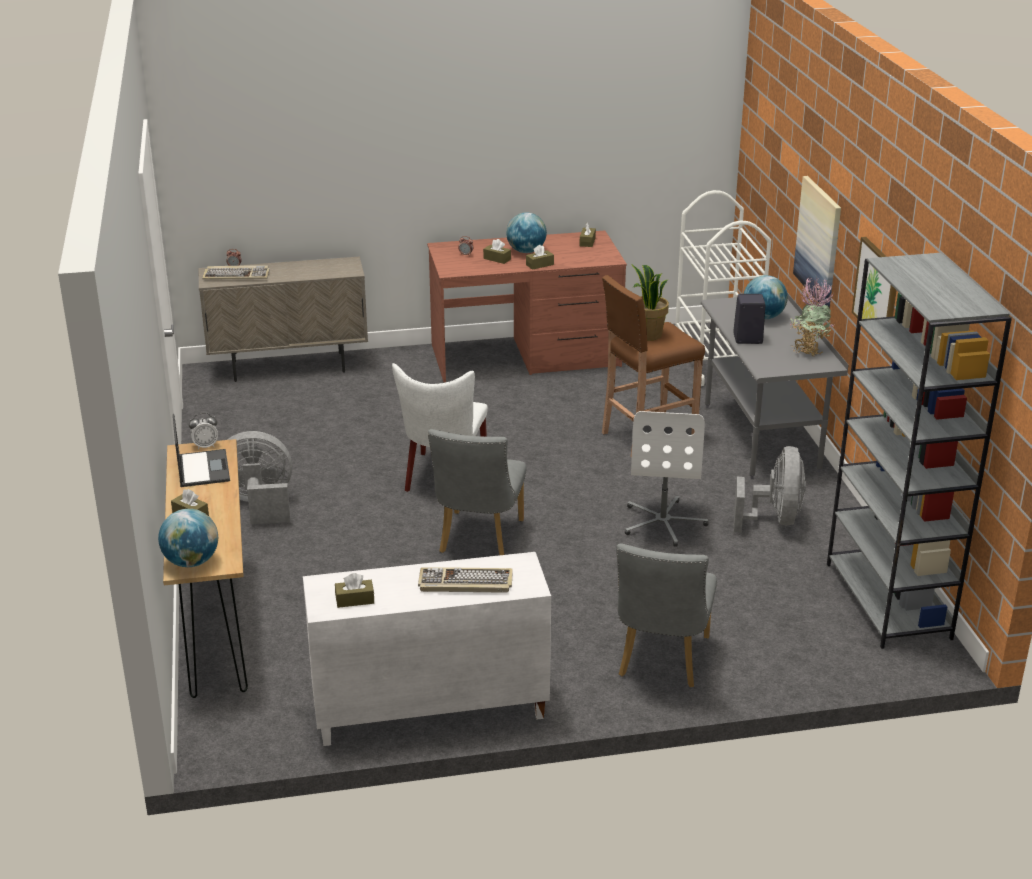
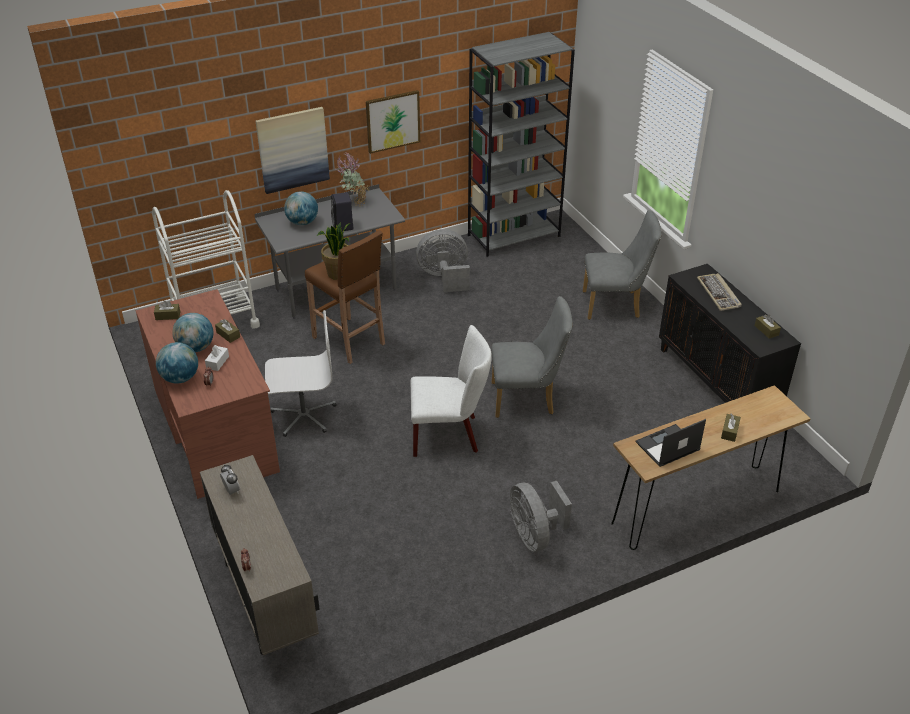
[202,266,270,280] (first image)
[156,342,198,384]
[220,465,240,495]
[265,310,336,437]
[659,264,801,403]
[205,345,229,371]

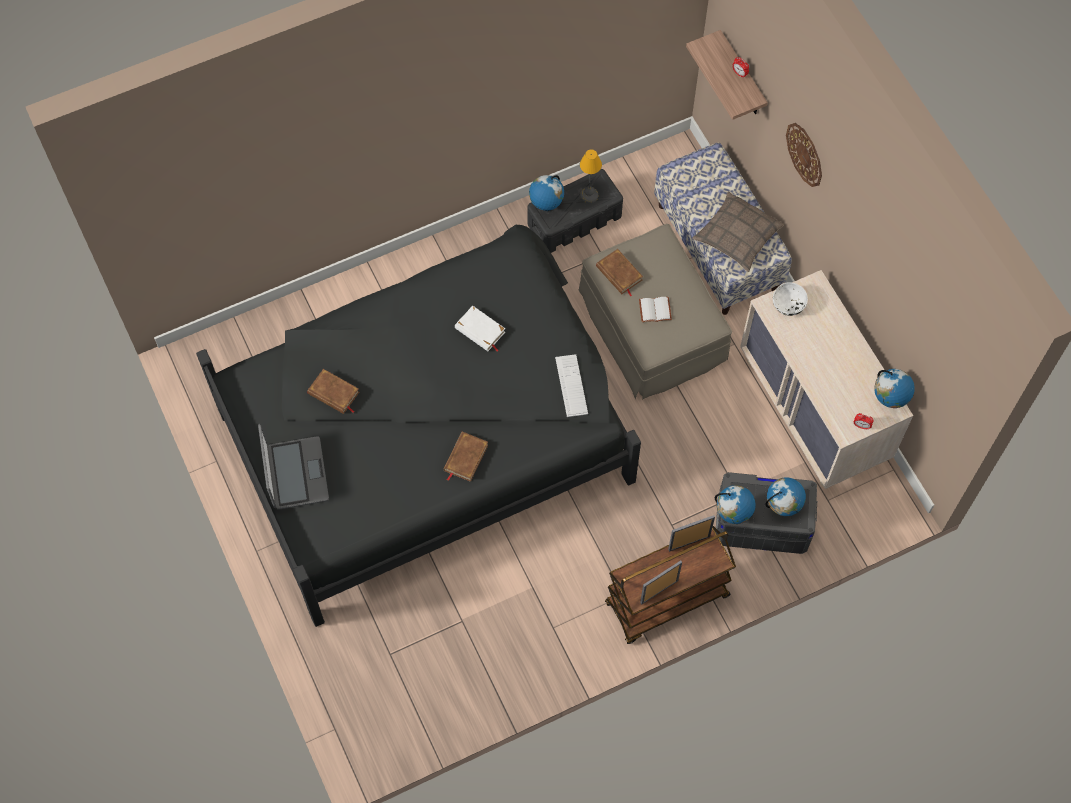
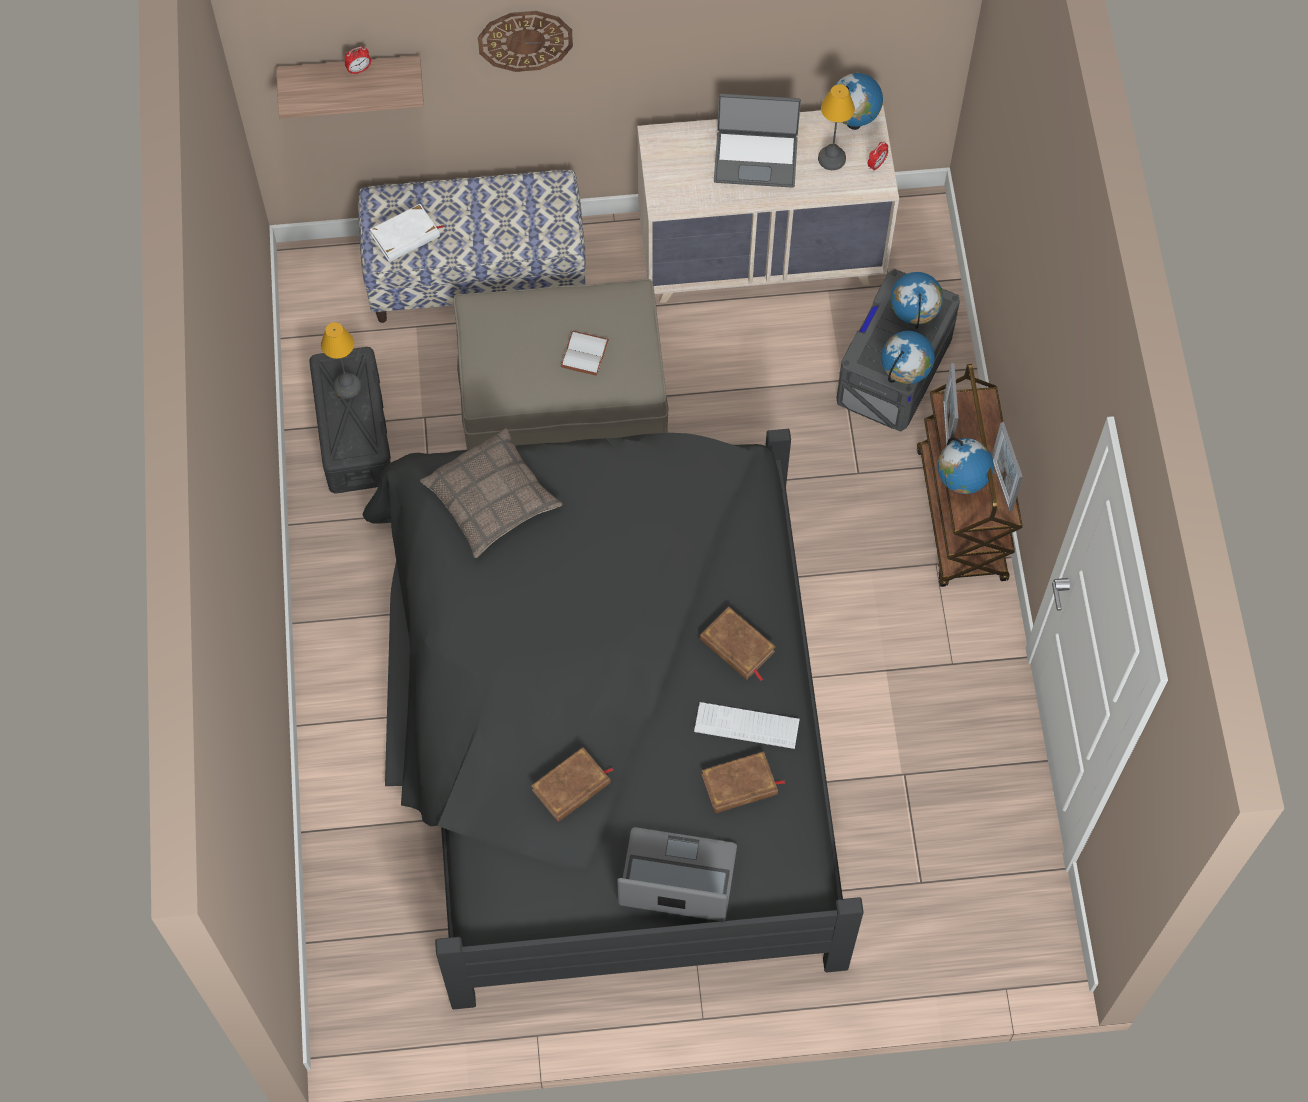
[773,282,808,316] (first image)
[714,94,801,188]
[818,84,855,170]
[370,204,445,262]
[938,437,994,494]
[694,702,800,749]
[702,752,785,813]
[420,429,562,558]

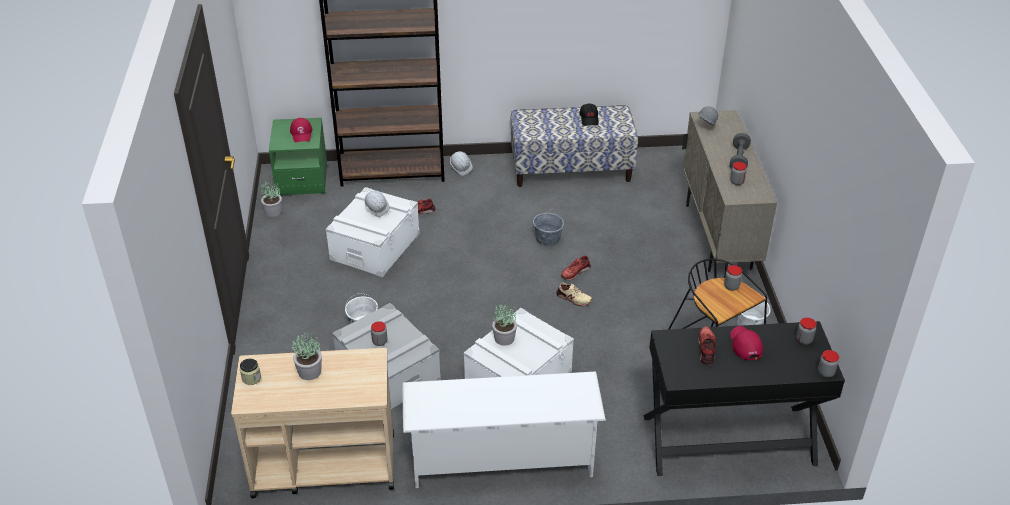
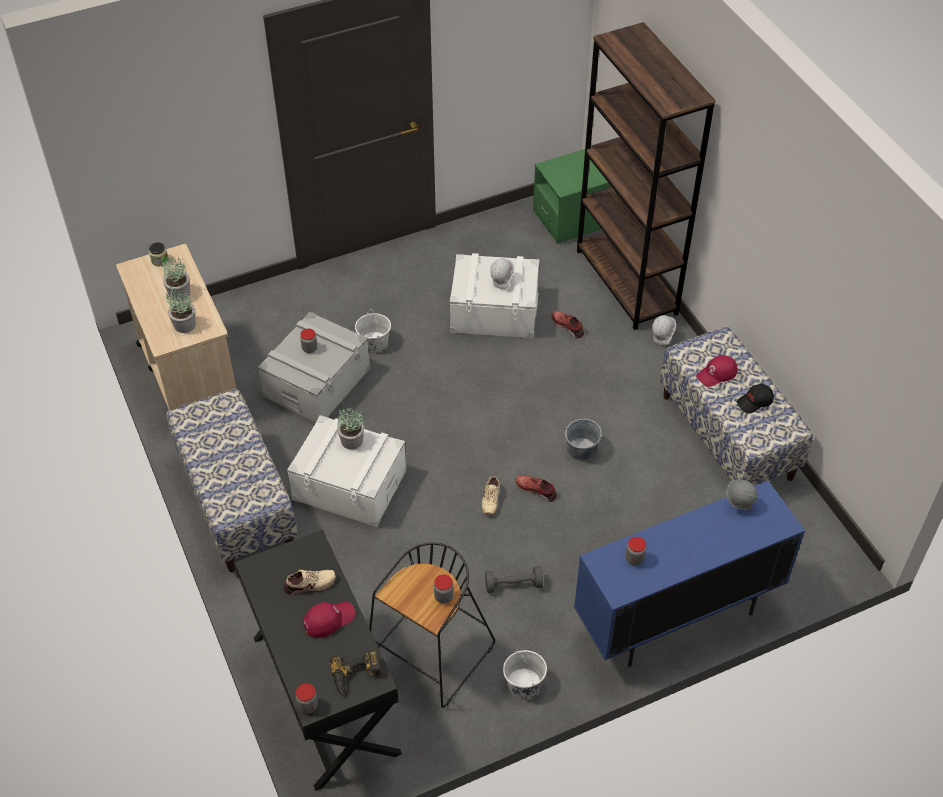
[166,287,196,333]
[696,355,738,387]
[485,566,543,593]
[167,388,298,572]
[330,651,382,695]
[574,481,805,667]
[284,570,336,595]

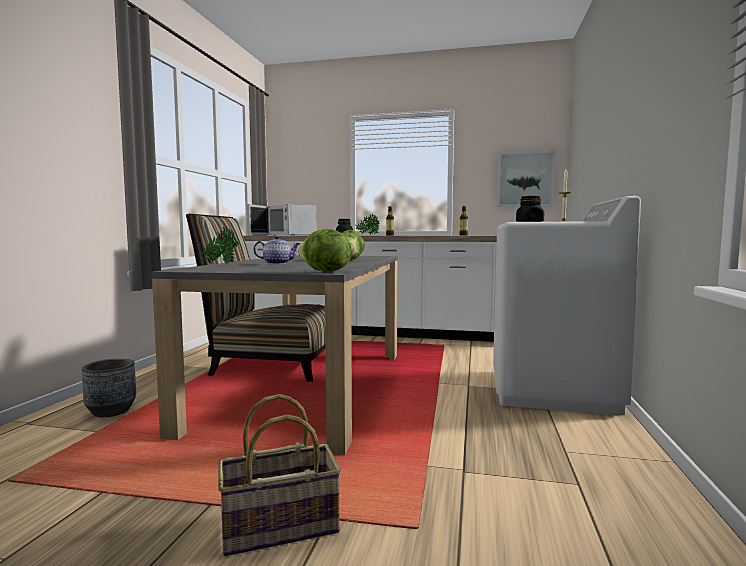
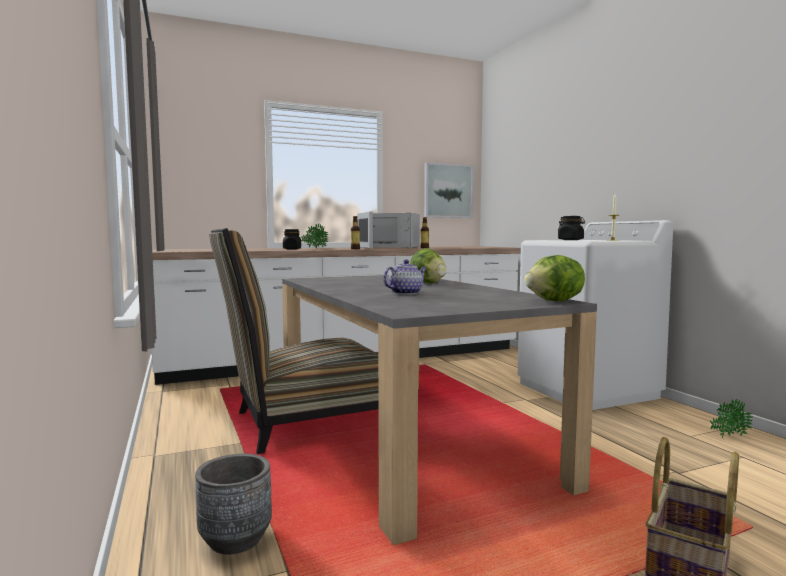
[710,399,752,438]
[357,212,420,249]

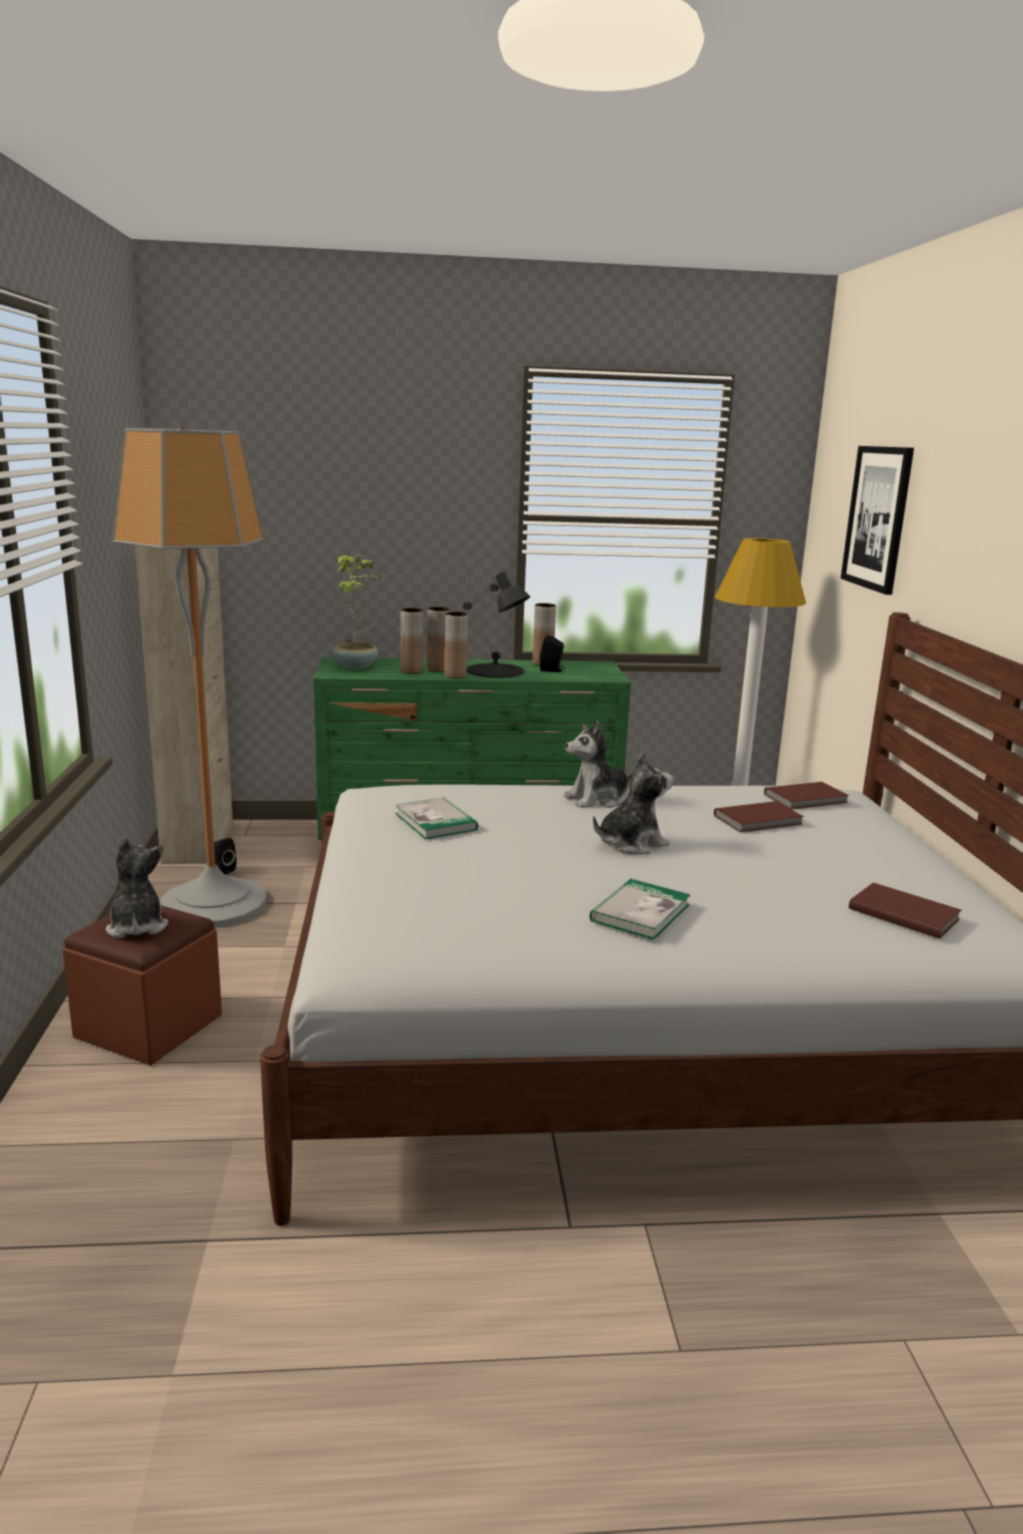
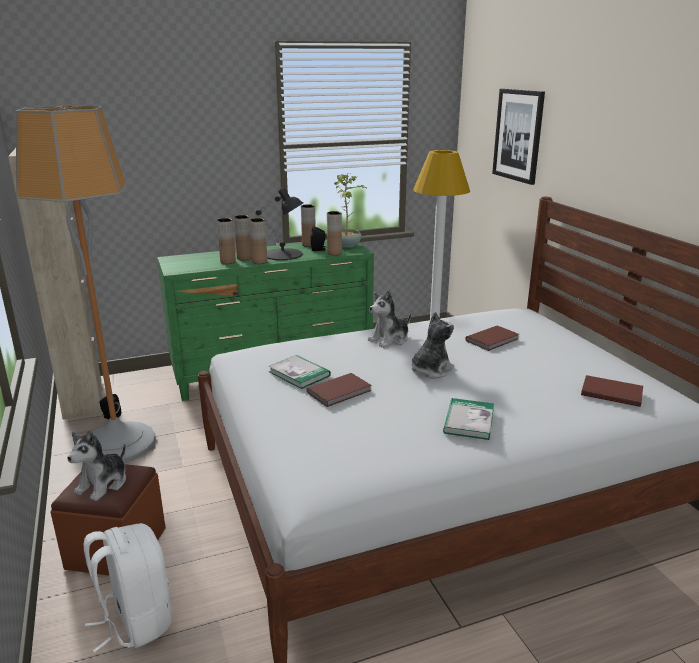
[84,523,172,653]
[327,211,342,255]
[334,173,366,248]
[307,373,372,407]
[67,430,126,501]

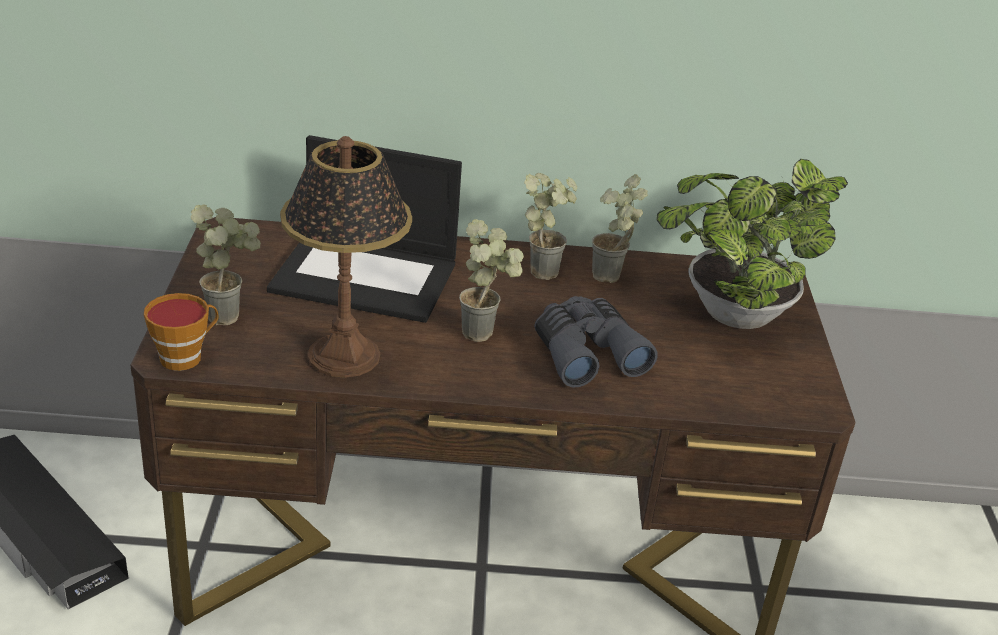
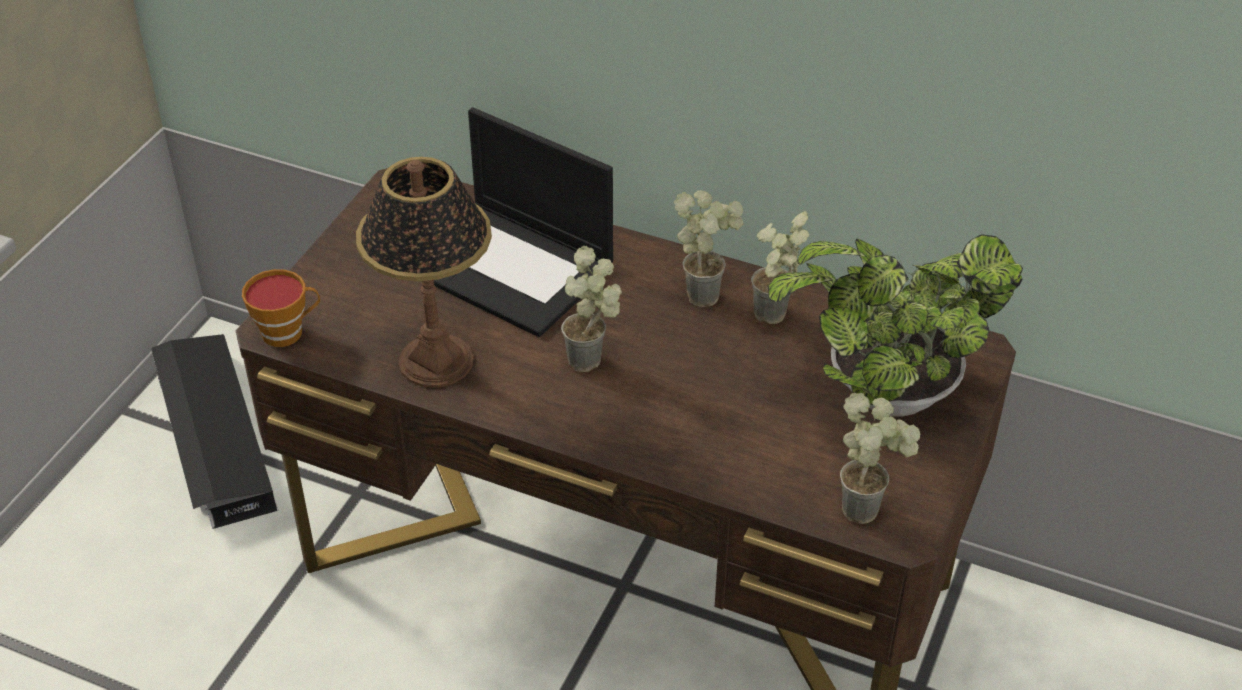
[534,296,658,388] (first image)
[840,393,920,524]

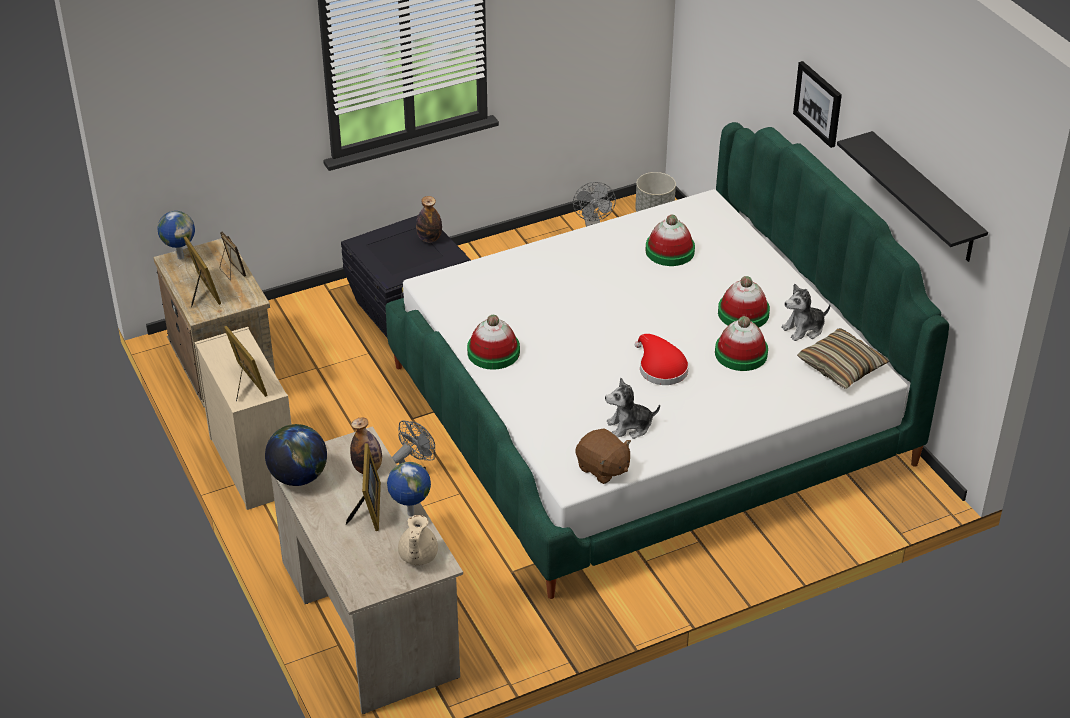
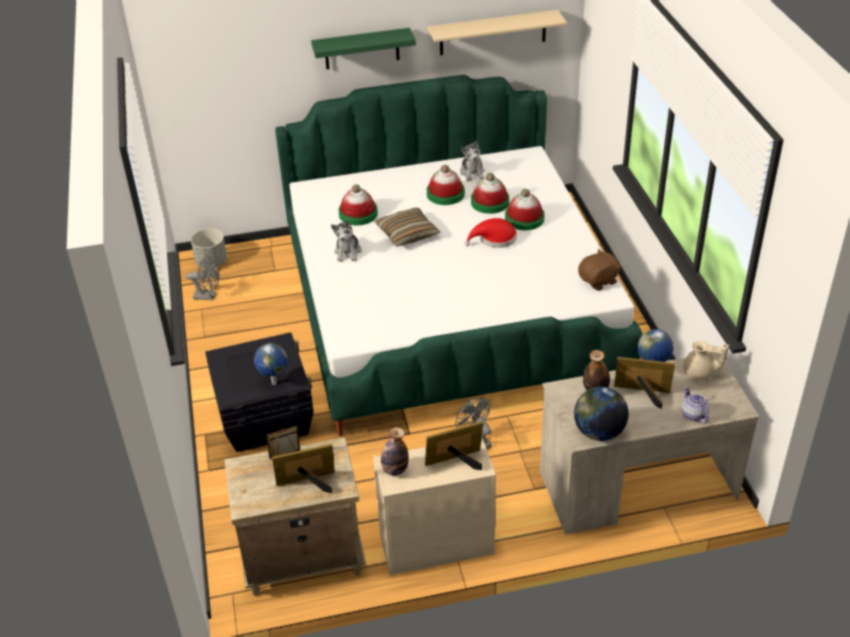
[681,386,709,424]
[254,343,287,385]
[381,427,409,476]
[505,189,545,230]
[331,220,362,261]
[375,208,440,246]
[311,28,416,69]
[428,10,567,55]

